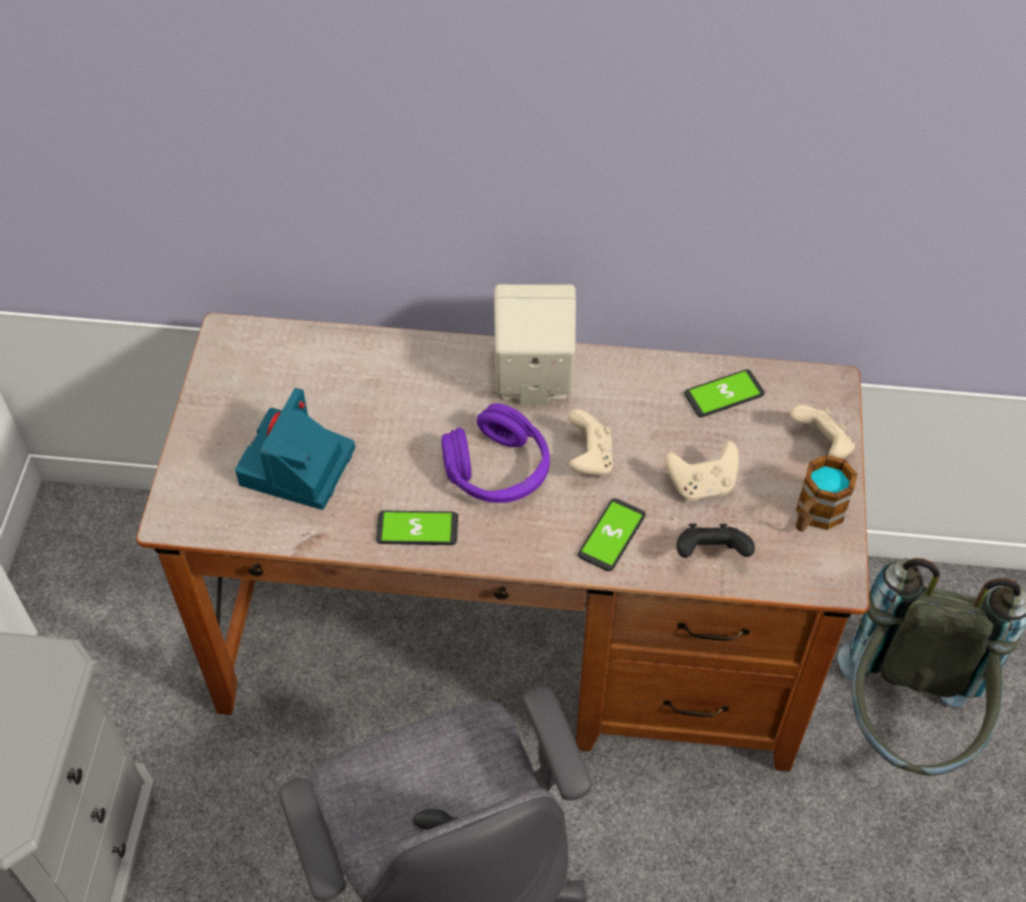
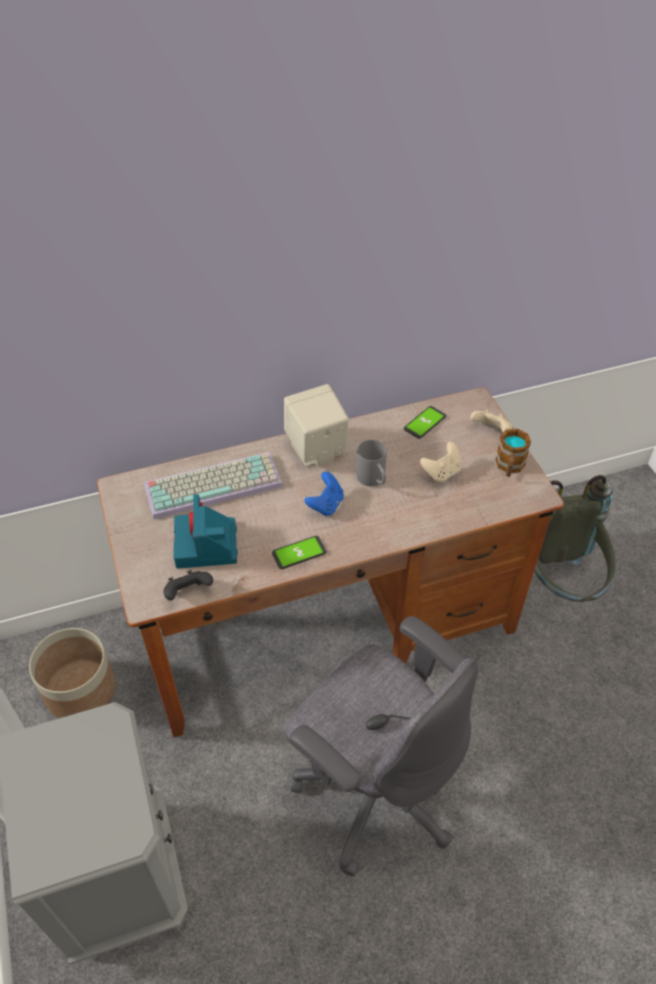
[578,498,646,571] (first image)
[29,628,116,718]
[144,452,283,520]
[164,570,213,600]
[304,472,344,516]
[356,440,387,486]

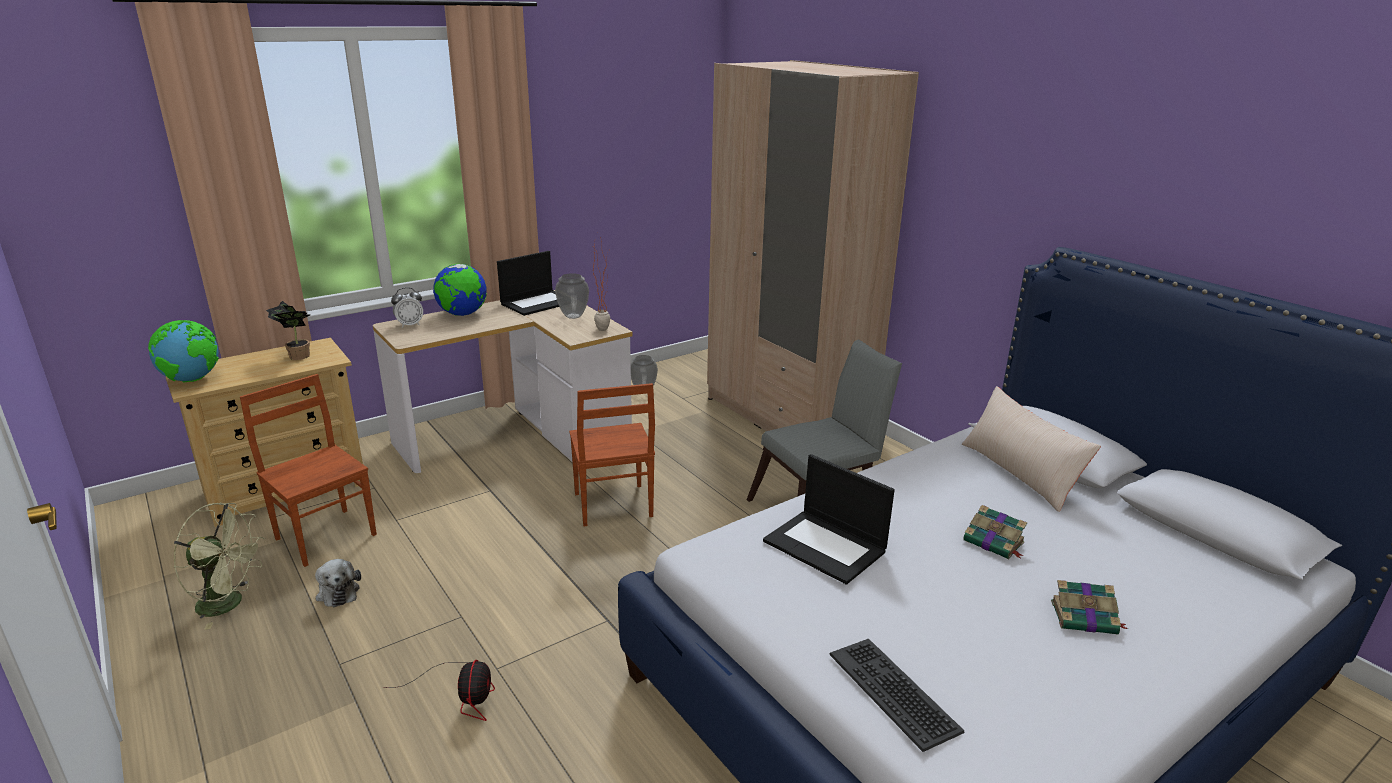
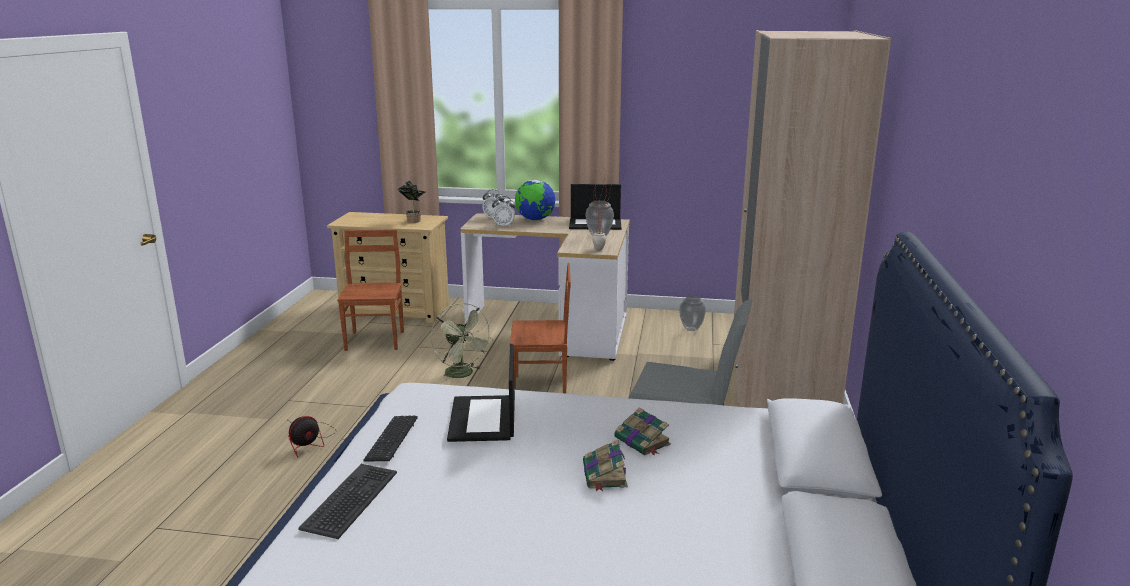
[148,320,219,383] (first image)
[315,559,361,607] (first image)
[962,386,1101,512] (first image)
[363,416,418,461]
[492,196,515,227]
[431,303,493,383]
[614,407,671,456]
[510,263,571,393]

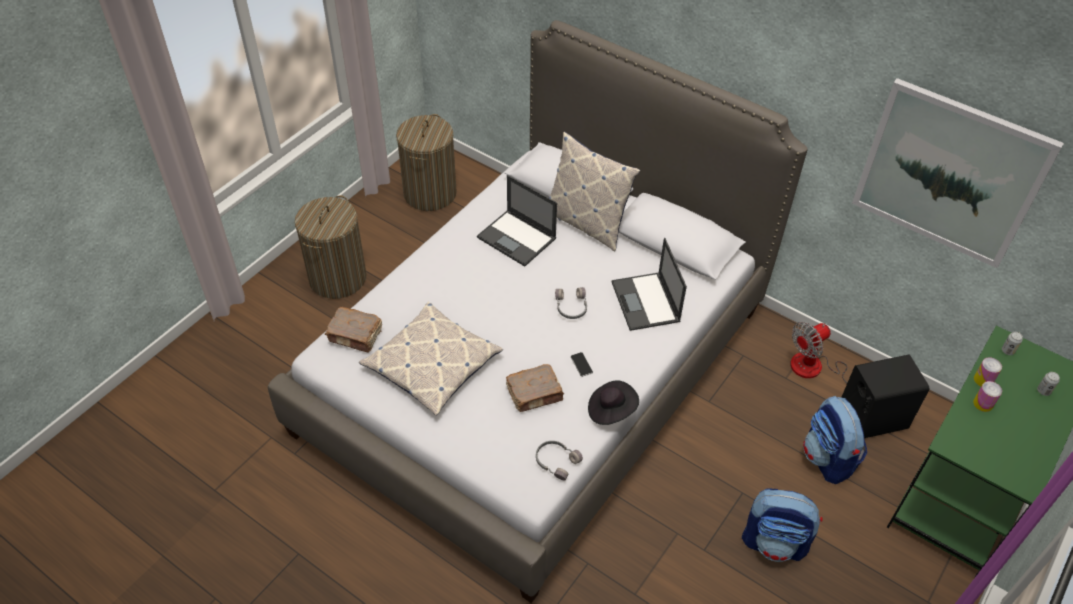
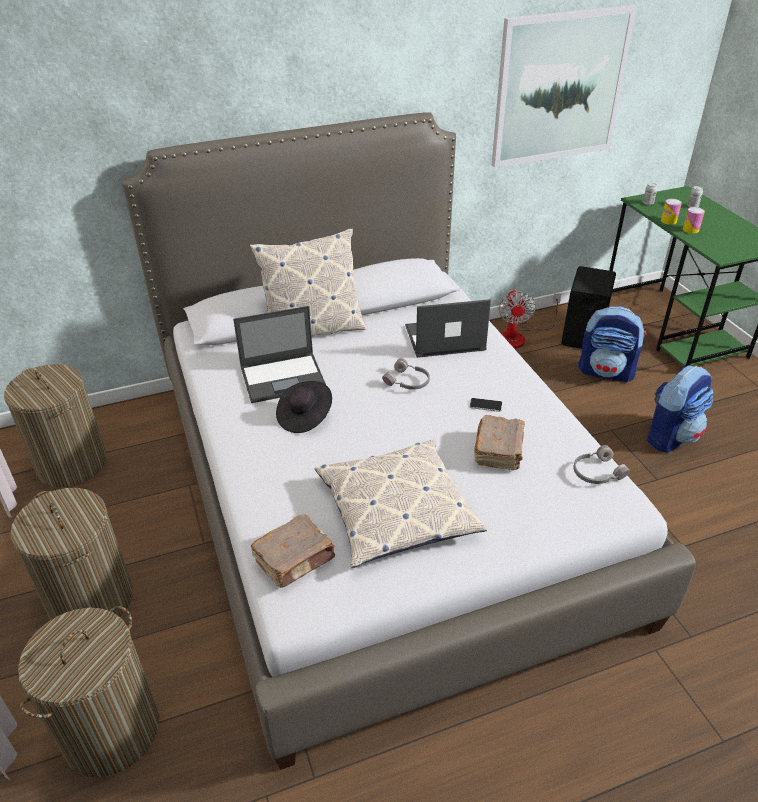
[18,606,159,778]
[276,381,332,433]
[405,299,491,358]

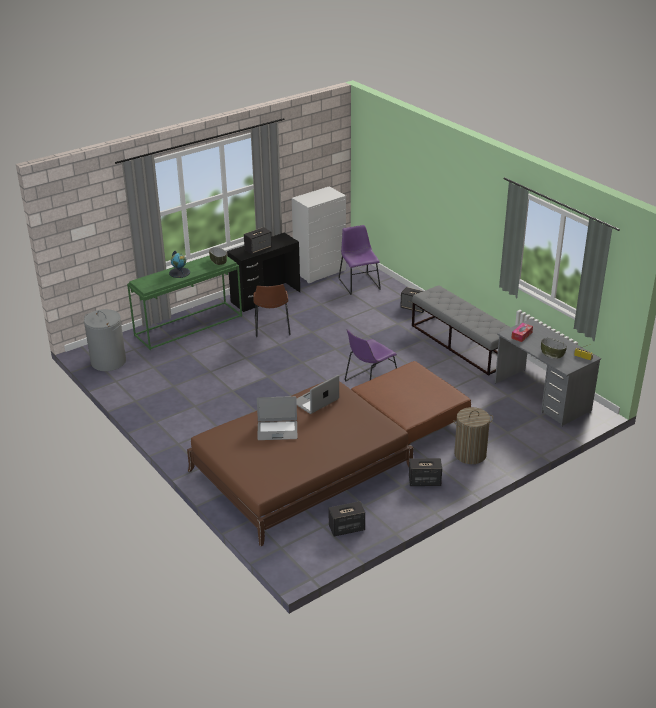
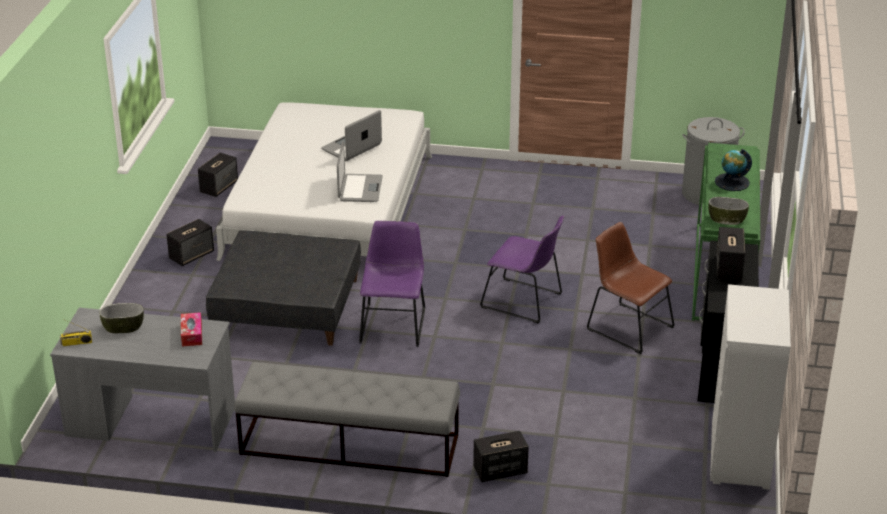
[453,407,493,464] (first image)
[480,215,564,324]
[216,102,432,261]
[206,231,361,346]

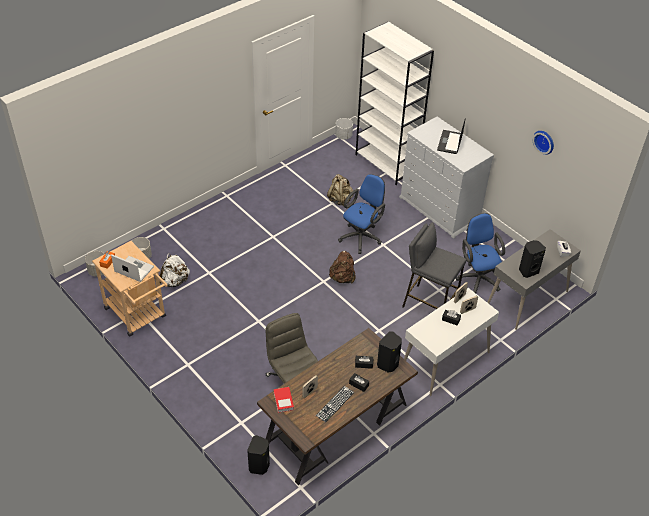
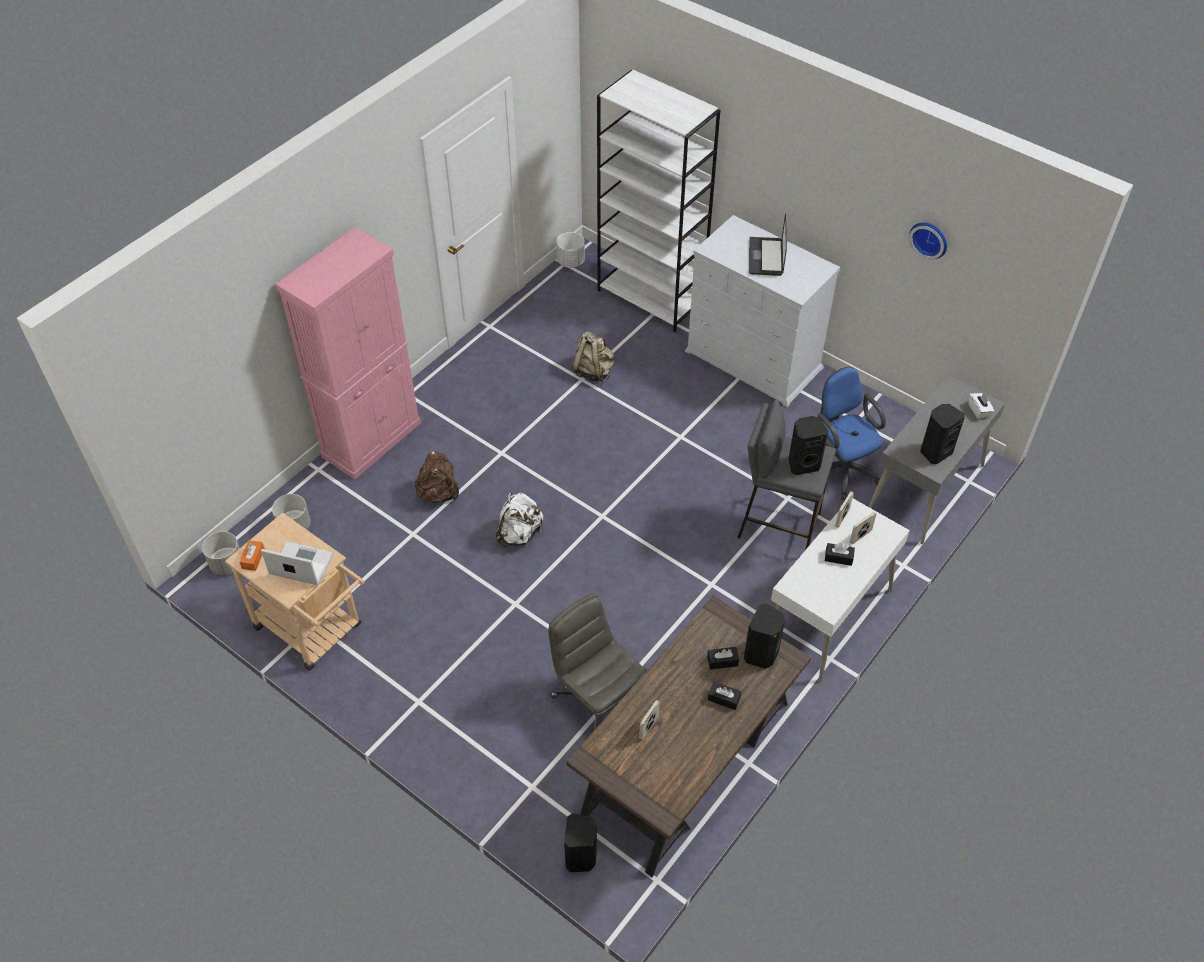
[274,387,294,413] (first image)
[316,386,354,422] (first image)
[338,174,385,254] (first image)
[275,227,421,480]
[789,416,828,475]
[496,493,543,547]
[415,451,459,503]

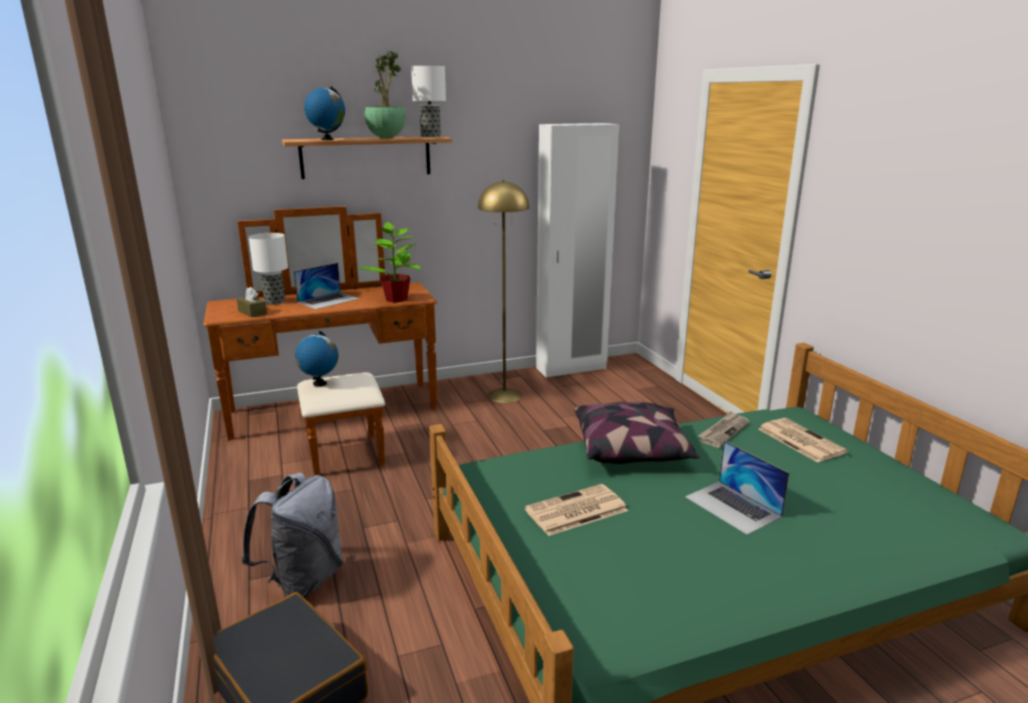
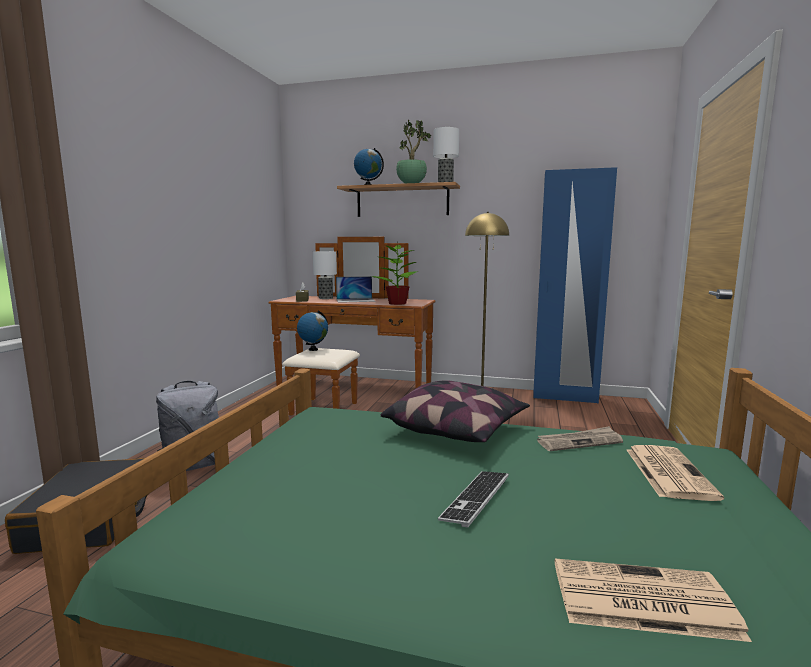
[555,559,752,642]
[438,471,509,528]
[533,167,617,403]

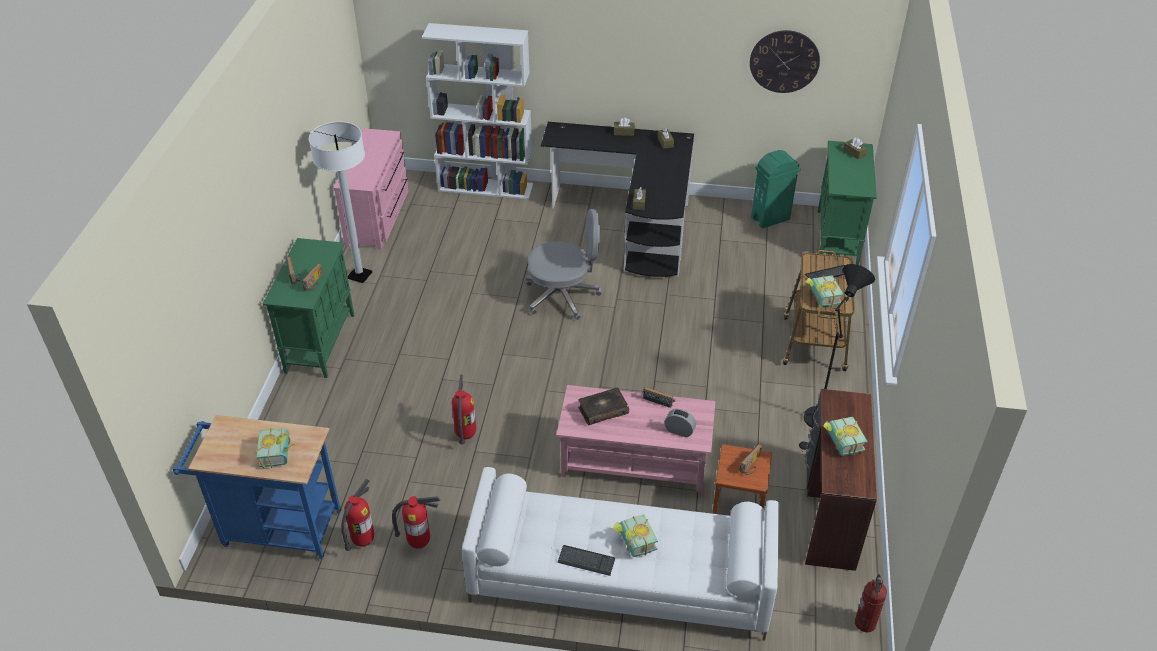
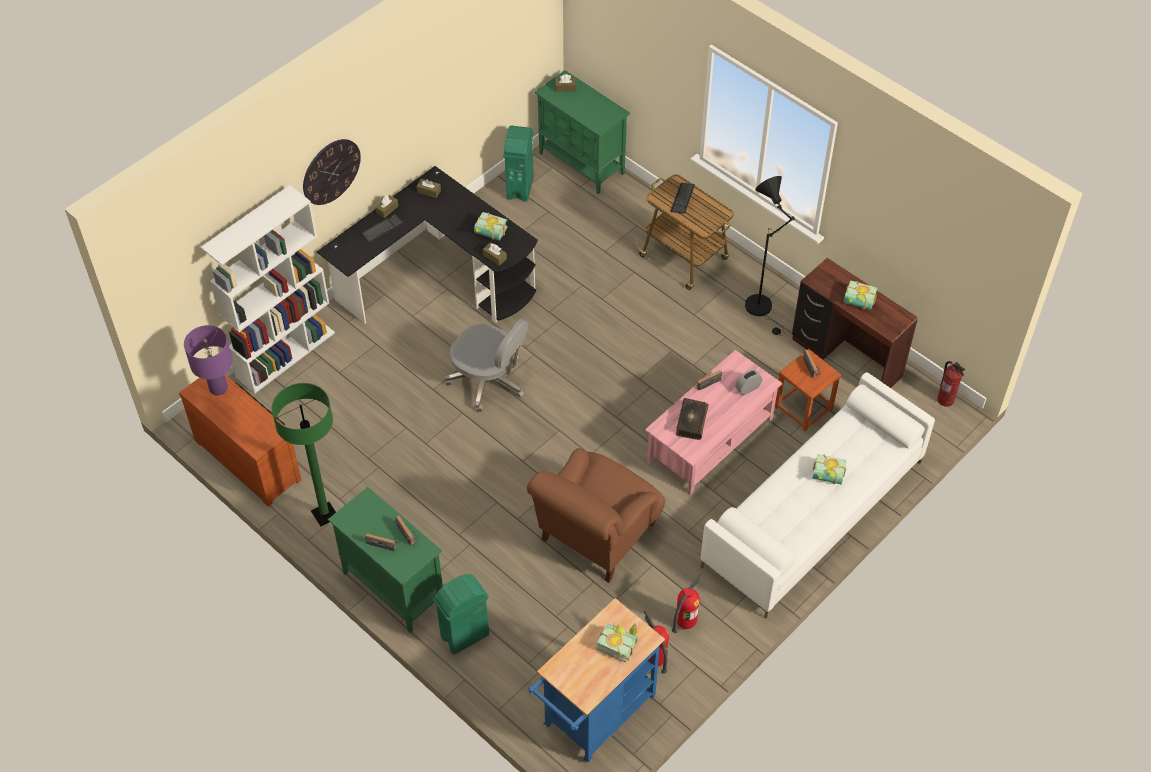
[184,325,232,396]
[433,574,489,655]
[361,214,404,243]
[303,139,361,205]
[474,212,508,241]
[527,448,665,583]
[272,383,336,527]
[179,374,302,507]
[445,318,528,412]

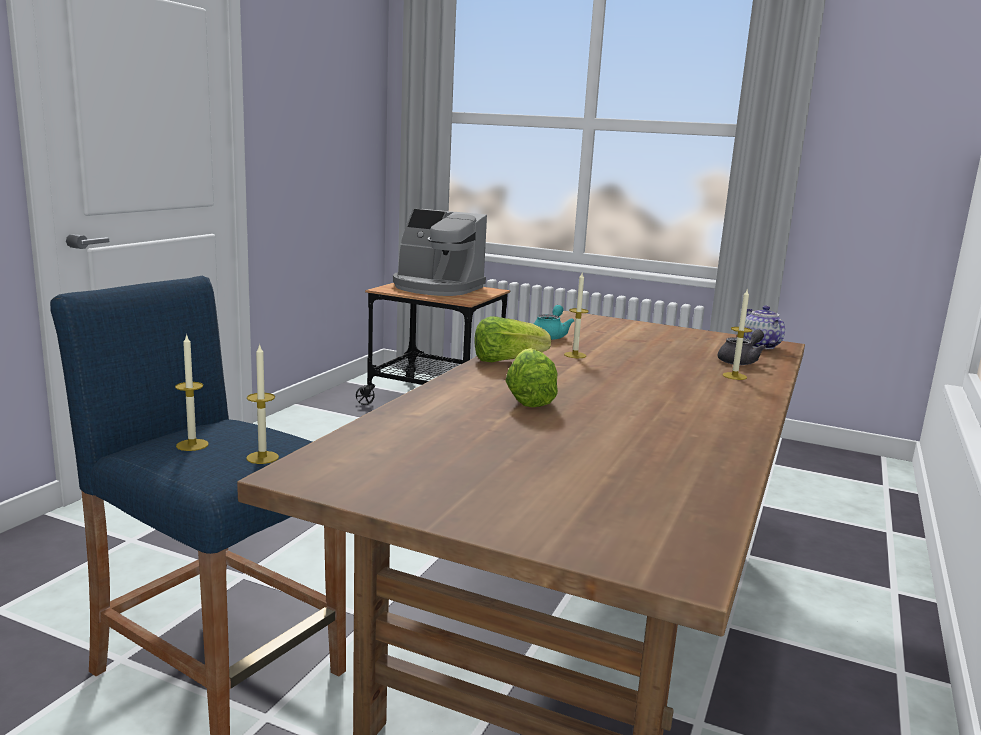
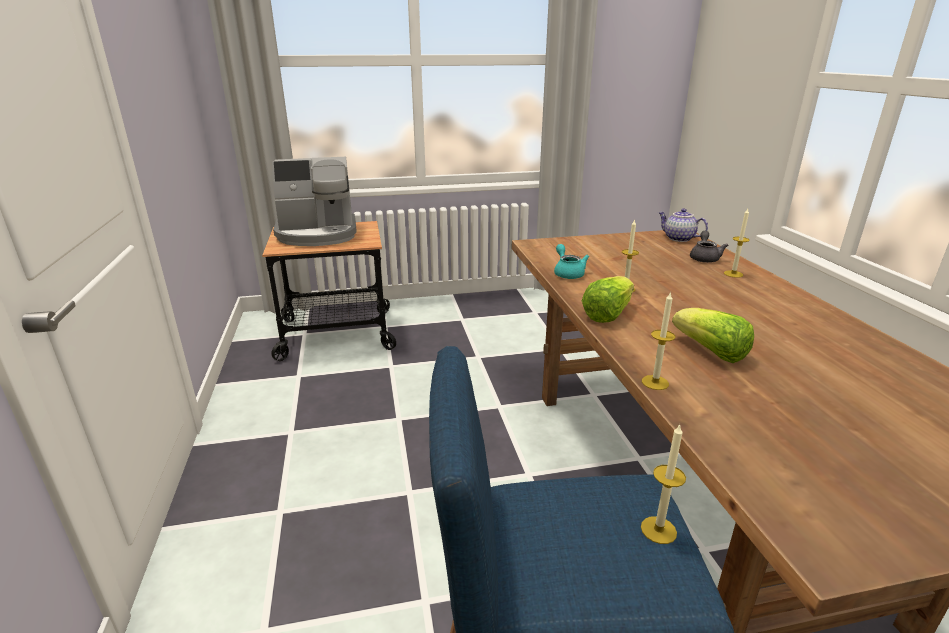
[642,291,675,390]

